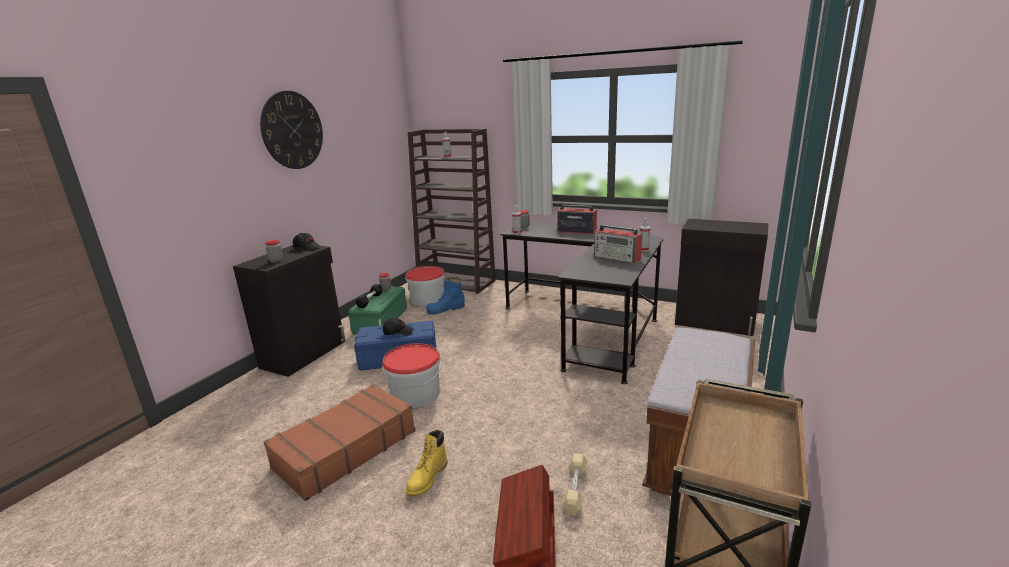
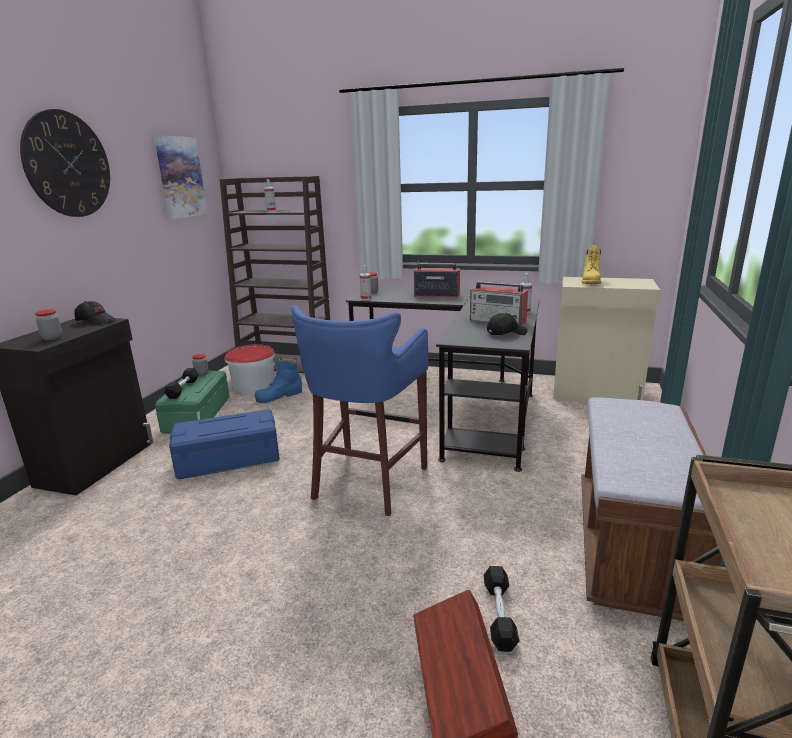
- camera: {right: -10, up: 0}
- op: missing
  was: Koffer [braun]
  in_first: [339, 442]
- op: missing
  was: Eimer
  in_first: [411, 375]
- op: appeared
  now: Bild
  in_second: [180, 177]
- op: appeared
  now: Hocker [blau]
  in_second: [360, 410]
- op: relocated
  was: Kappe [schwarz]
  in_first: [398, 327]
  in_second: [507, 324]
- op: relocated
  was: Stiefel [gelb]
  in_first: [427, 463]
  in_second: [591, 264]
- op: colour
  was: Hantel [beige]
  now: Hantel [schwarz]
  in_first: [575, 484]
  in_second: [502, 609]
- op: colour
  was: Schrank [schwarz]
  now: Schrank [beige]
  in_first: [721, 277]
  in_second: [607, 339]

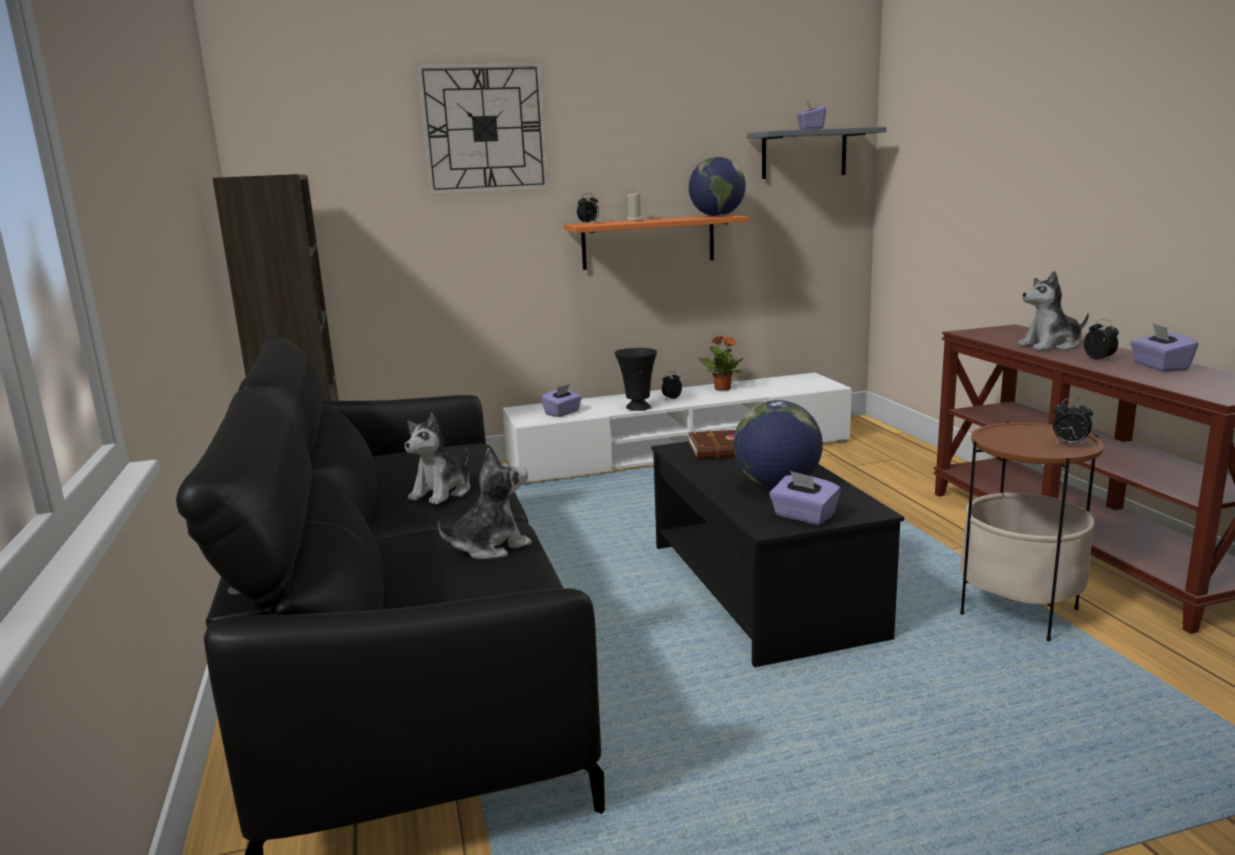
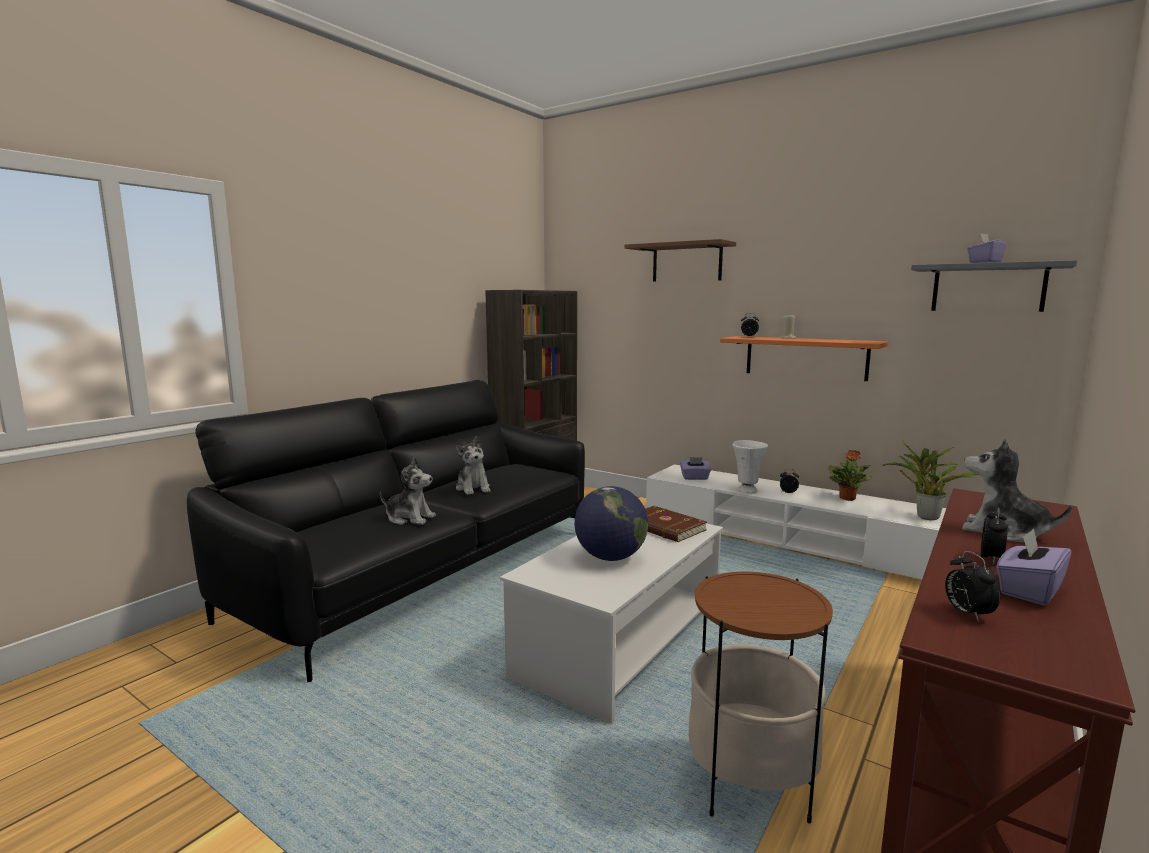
- camera: {right: 50, up: -5}
- op: missing
  was: Globus
  in_first: [717, 186]
- op: missing
  was: Taschentuchbox [lila]
  in_first: [805, 498]
- op: appeared
  now: Topfpflanze
  in_second: [930, 480]
- op: relocated
  was: Wecker
  in_first: [1073, 422]
  in_second: [972, 586]
- op: exchanged
  was: Wanduhr
  now: Wandregal [braun]
  in_first: [482, 128]
  in_second: [680, 260]
- op: colour
  was: Vase [schwarz]
  now: Vase [weiß]
  in_first: [636, 379]
  in_second: [750, 466]
- op: colour
  was: Couchtisch [schwarz]
  now: Couchtisch [weiß]
  in_first: [777, 554]
  in_second: [611, 623]
- op: spun
  was: Plüschtier
  in_first: [437, 459]
  in_second: [473, 466]
  clockwise: -105

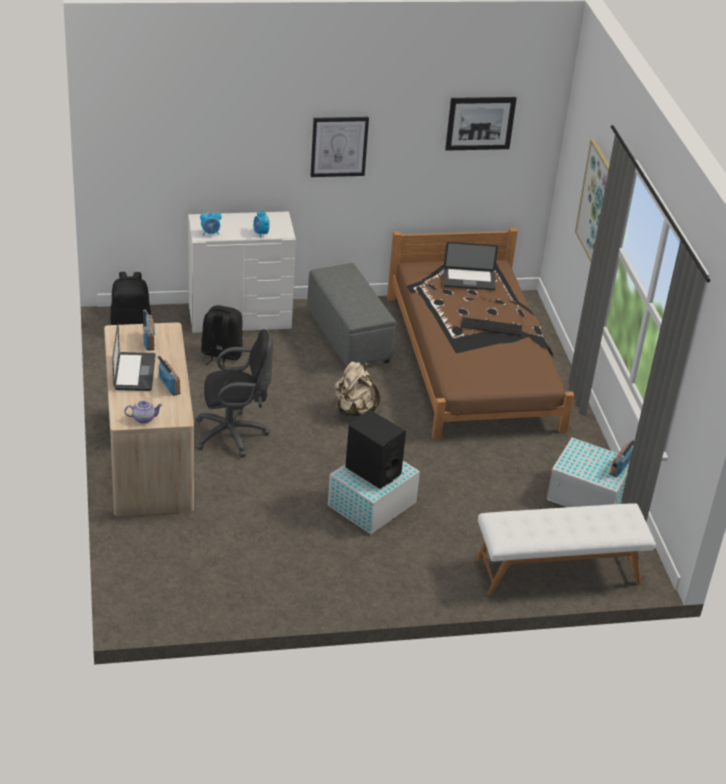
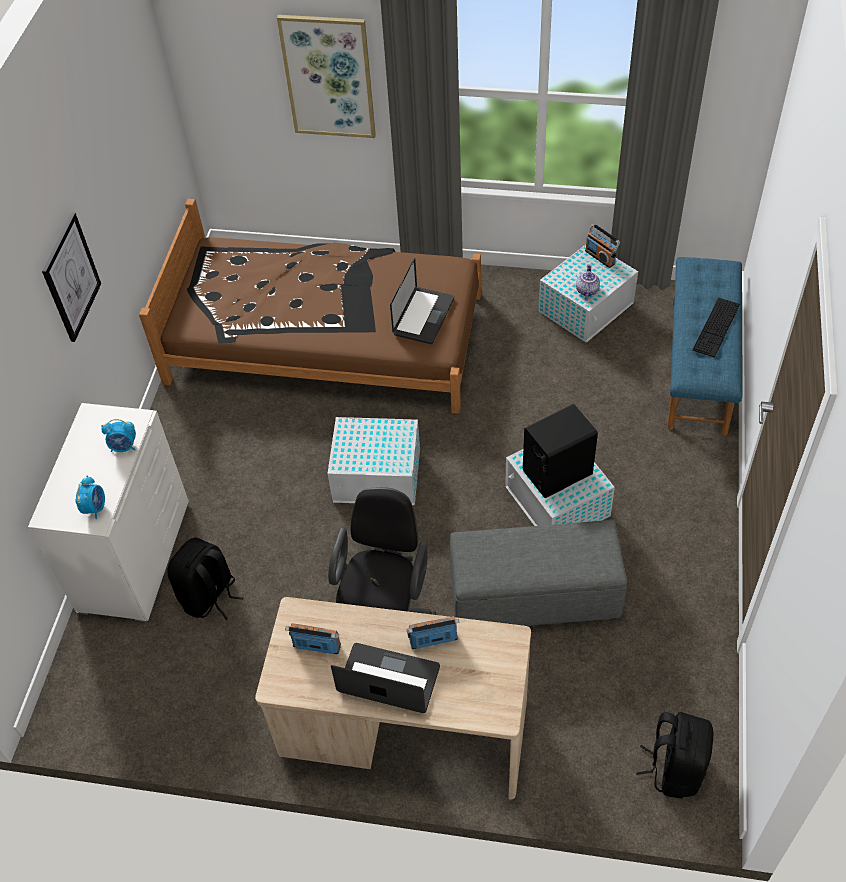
- camera: {right: -65, up: 15}
- op: missing
  was: Bild
  in_first: [481, 124]
- op: relocated
  was: Rucksack [schwarz]
  in_first: [130, 298]
  in_second: [674, 755]
- op: relocated
  was: Teekanne
  in_first: [143, 412]
  in_second: [588, 281]
- op: relocated
  was: Polsterhocker [grau]
  in_first: [351, 315]
  in_second: [538, 573]
- op: relocated
  was: Laptop
  in_first: [471, 266]
  in_second: [422, 301]
- op: relocated
  was: Tastatur
  in_first: [491, 326]
  in_second: [716, 328]
- op: exchanged
  was: Rucksack [beige]
  now: Aufbewahrungsbox [weiß]
  in_first: [357, 388]
  in_second: [373, 461]
- op: colour
  was: Bank [weiß]
  now: Bank [blau]
  in_first: [566, 549]
  in_second: [704, 346]

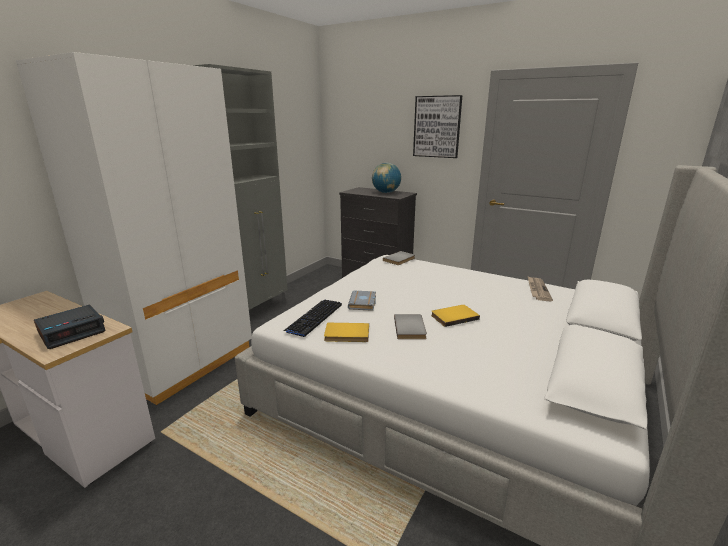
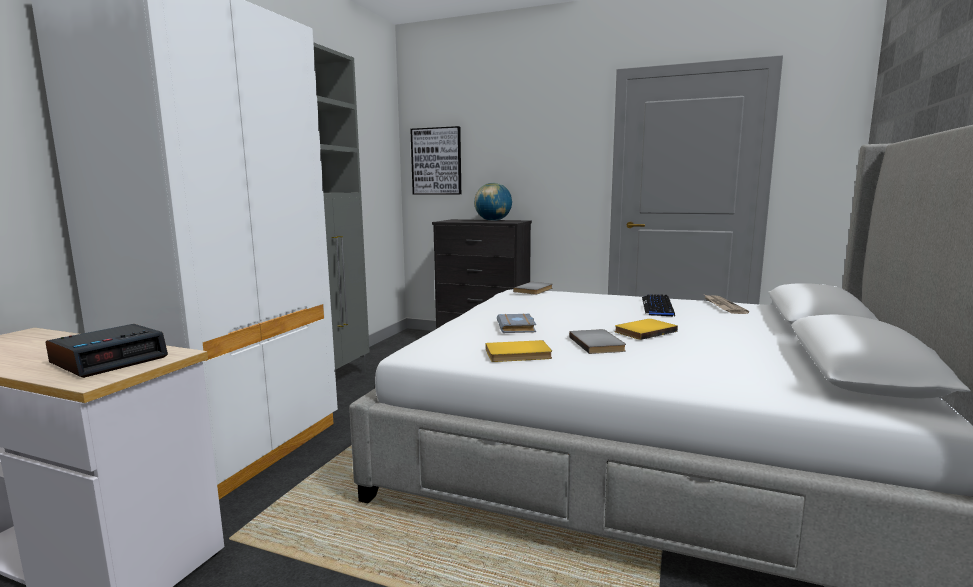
- camera: {right: -10, up: -10}
- op: relocated
  was: Tastatur
  in_first: [312, 318]
  in_second: [658, 305]
- op: relocated
  was: Bild
  in_first: [437, 126]
  in_second: [435, 160]

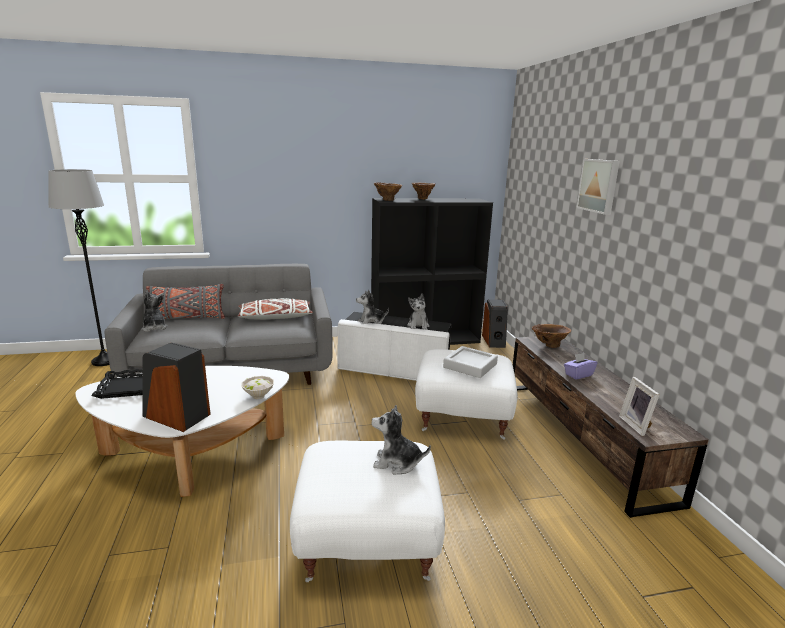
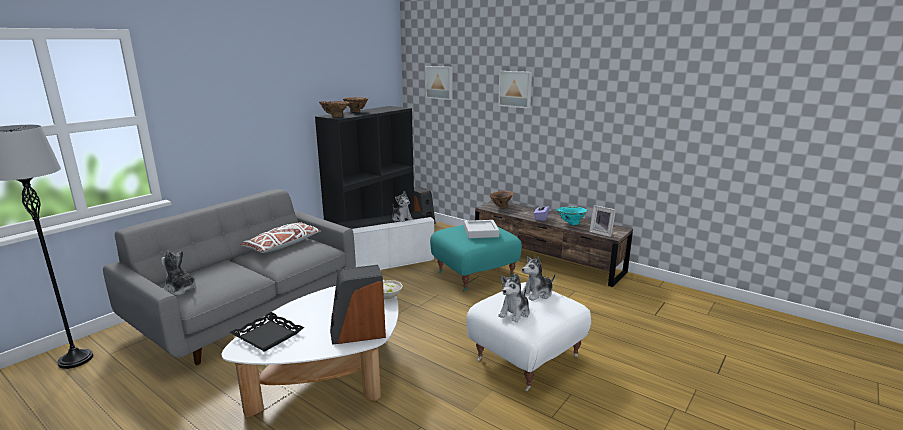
- camera: {right: -40, up: 0}
- op: missing
  was: Kissen [grau]
  in_first: [185, 301]
- op: appeared
  now: Bild
  in_second: [438, 83]
- op: appeared
  now: Vase [türkis]
  in_second: [572, 216]
- op: relocated
  was: Plüschtier
  in_first: [372, 307]
  in_second: [514, 298]
- op: colour
  was: Polsterhocker [weiß]
  now: Polsterhocker [türkis]
  in_first: [466, 394]
  in_second: [476, 258]

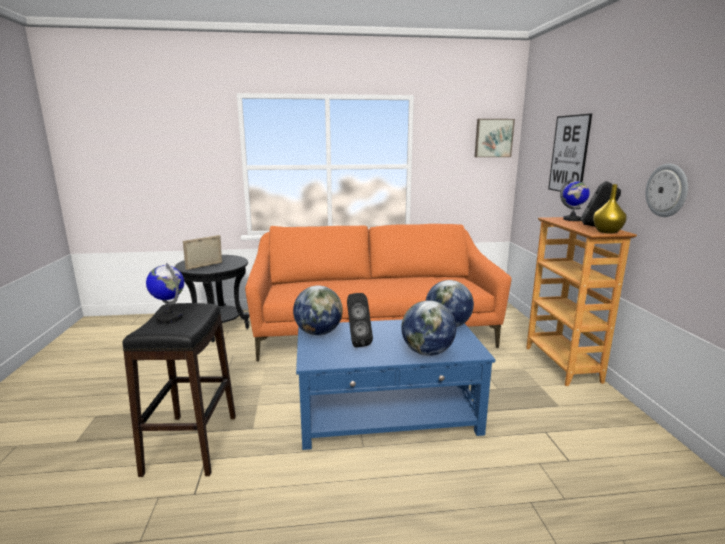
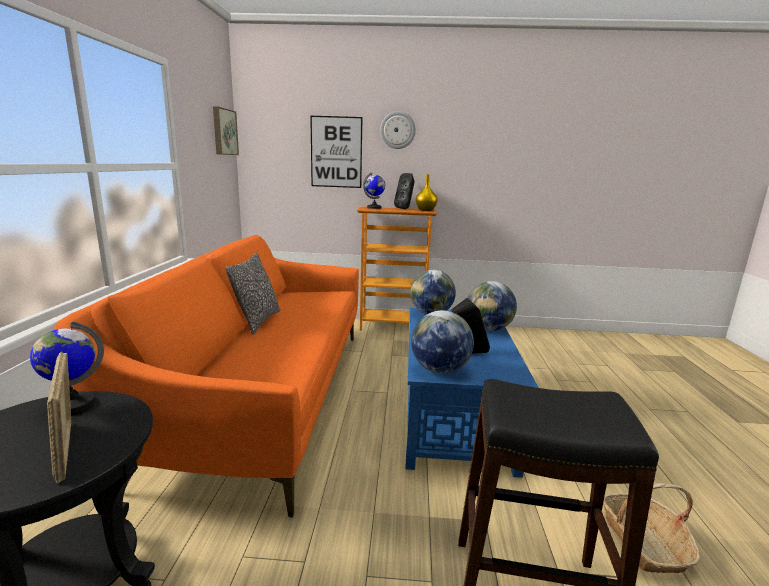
- camera: {right: -80, up: 0}
- op: appeared
  now: Kissen
  in_second: [252, 293]
- op: appeared
  now: Korb
  in_second: [651, 528]
- op: relocated
  was: Globus
  in_first: [165, 293]
  in_second: [67, 368]
- op: relocated
  was: Wanduhr
  in_first: [666, 190]
  in_second: [398, 130]

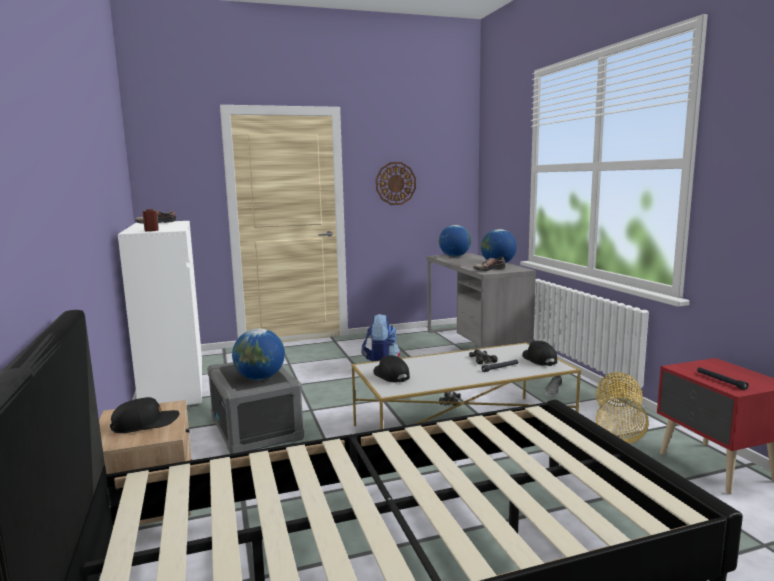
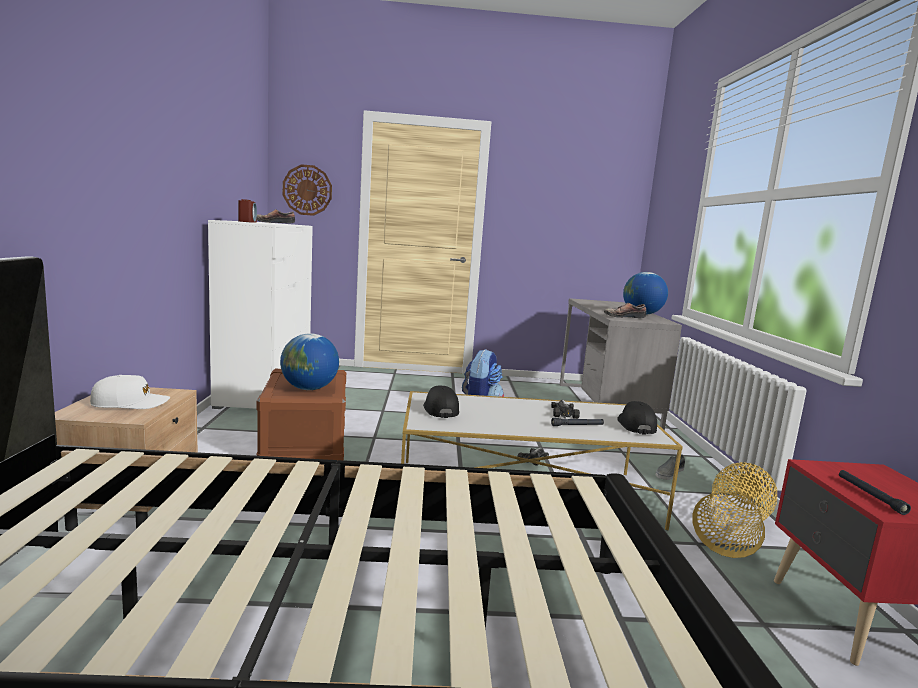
- camera: {right: 15, up: 0}
- op: missing
  was: Globus
  in_first: [455, 241]
- op: relocated
  was: Wanduhr
  in_first: [396, 183]
  in_second: [307, 190]
- op: colour
  was: Kappe [schwarz]
  now: Kappe [weiß]
  in_first: [145, 415]
  in_second: [130, 392]
- op: colour
  was: Aufbewahrungsbox [grau]
  now: Aufbewahrungsbox [braun]
  in_first: [255, 408]
  in_second: [301, 415]

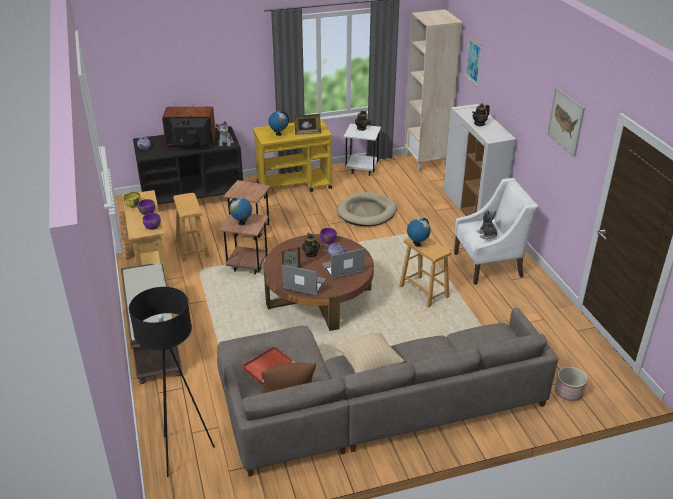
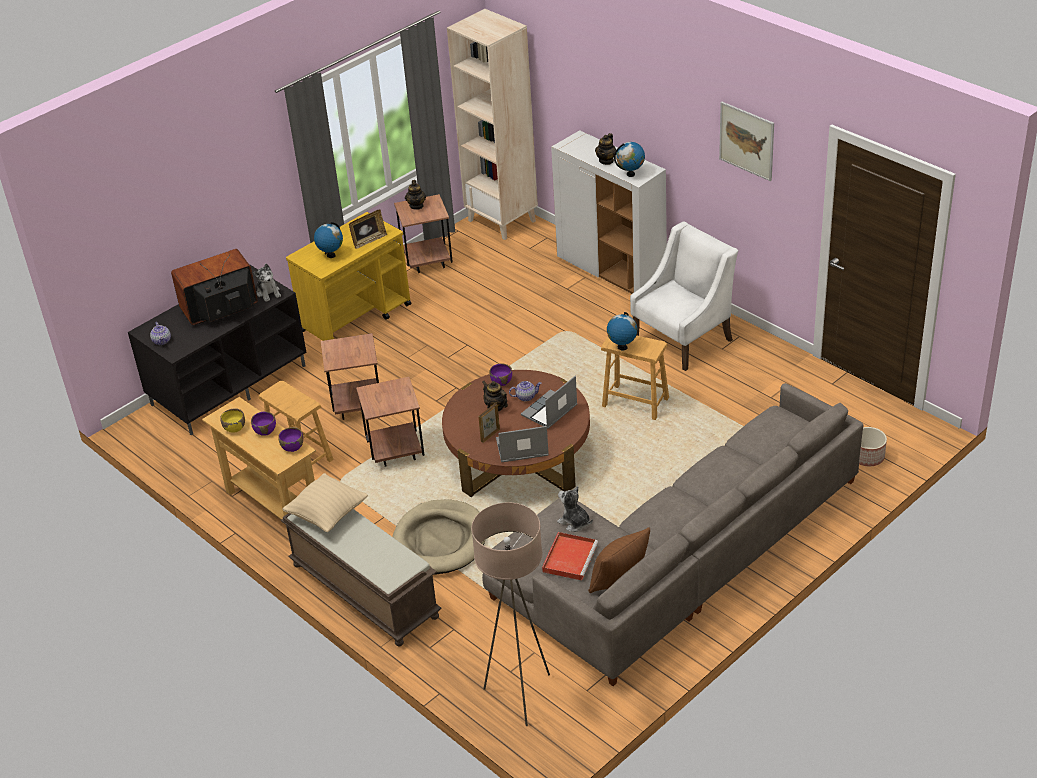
- camera: {right: -25, up: 5}
- op: missing
  was: Bild
  in_first: [473, 61]
- op: relocated
  was: Globus
  in_first: [240, 211]
  in_second: [629, 159]
- op: relocated
  was: Kissen [beige]
  in_first: [369, 352]
  in_second: [325, 502]
- op: relocated
  was: Hundebett [beige]
  in_first: [367, 209]
  in_second: [438, 537]
- op: relocated
  was: Plüschtier
  in_first: [487, 225]
  in_second: [575, 509]
- op: colour
  was: Stehlampe [schwarz]
  now: Stehlampe [beige]
  in_first: [172, 382]
  in_second: [510, 614]
- op: colour
  was: Beistelltisch [weiß]
  now: Beistelltisch [braun]
  in_first: [362, 150]
  in_second: [423, 233]

